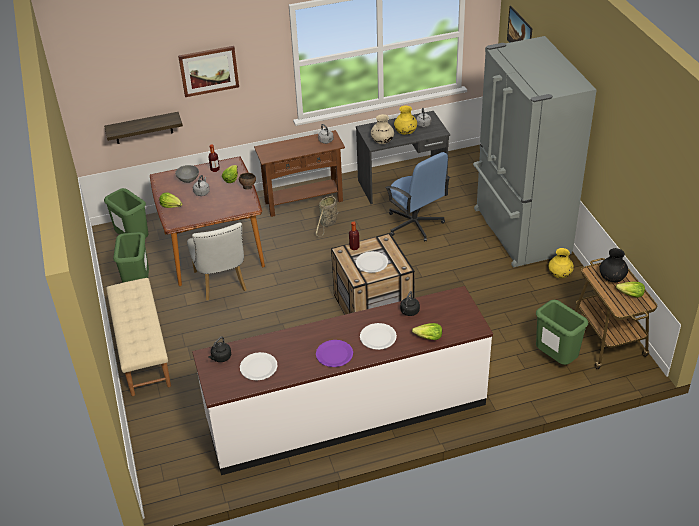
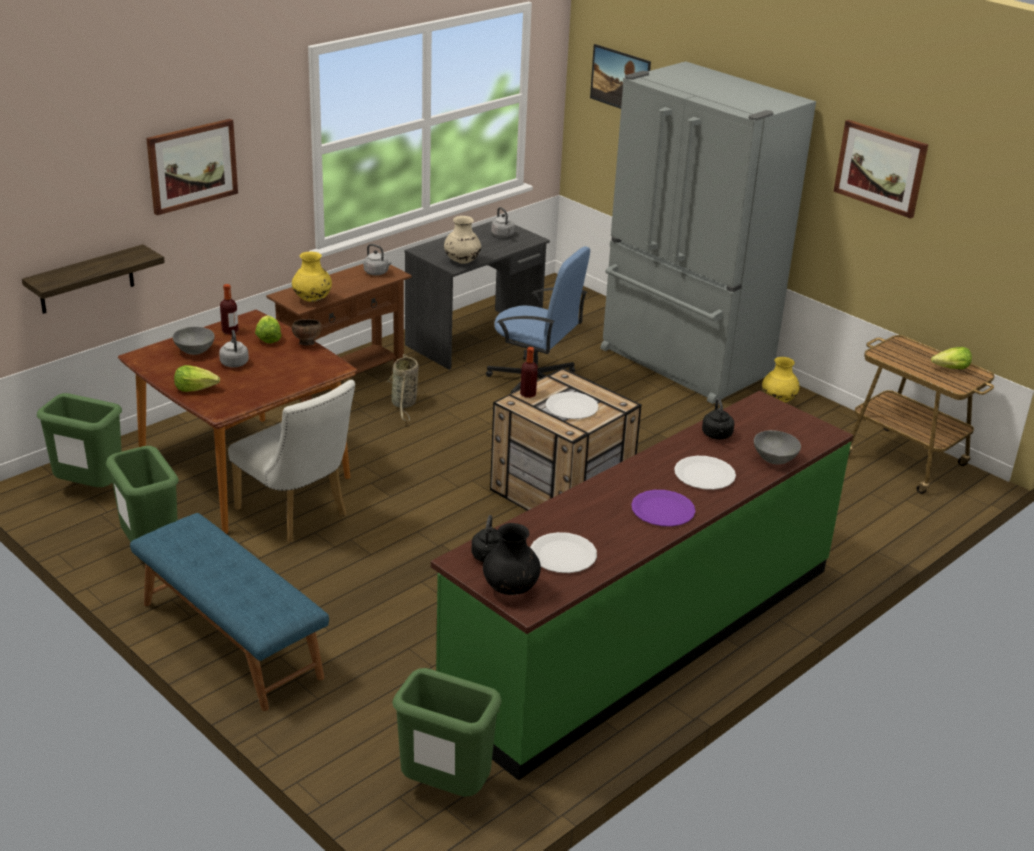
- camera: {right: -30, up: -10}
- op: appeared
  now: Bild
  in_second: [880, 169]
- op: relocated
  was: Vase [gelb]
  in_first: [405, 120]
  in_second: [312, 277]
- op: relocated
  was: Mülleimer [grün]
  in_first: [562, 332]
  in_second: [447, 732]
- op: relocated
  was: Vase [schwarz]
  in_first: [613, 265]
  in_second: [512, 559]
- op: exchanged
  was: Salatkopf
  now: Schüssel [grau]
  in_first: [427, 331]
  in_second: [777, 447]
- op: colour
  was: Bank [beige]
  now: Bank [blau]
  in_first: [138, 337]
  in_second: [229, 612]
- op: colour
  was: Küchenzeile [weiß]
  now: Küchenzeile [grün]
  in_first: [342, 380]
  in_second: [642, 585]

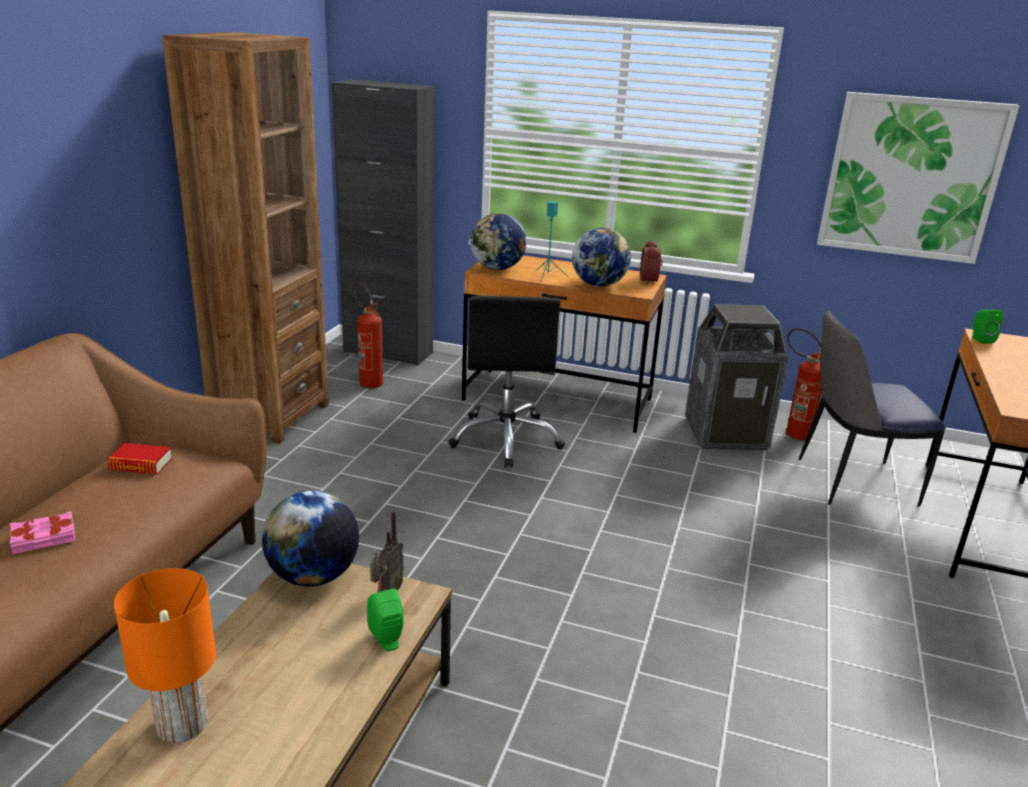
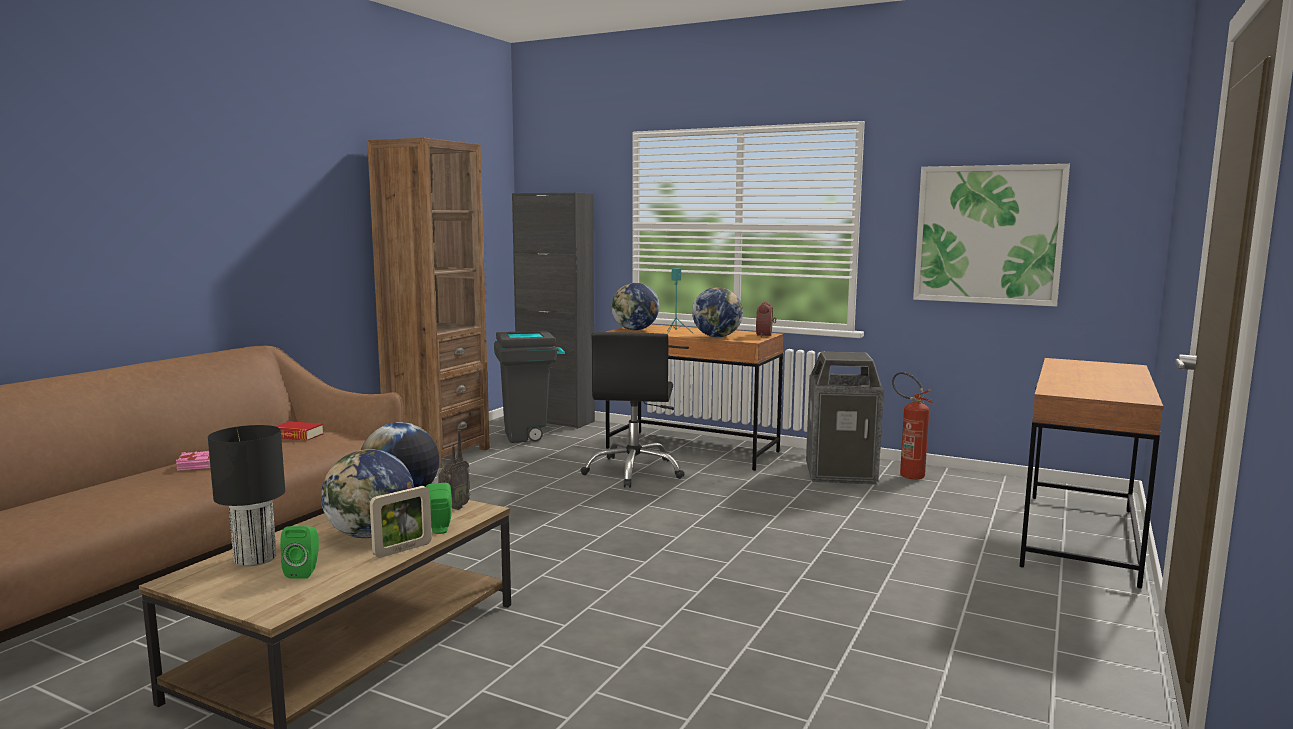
- camera: {right: 10, up: -15}
- op: missing
  was: Stuhl
  in_first: [872, 409]
- op: appeared
  now: Globus
  in_second: [367, 493]
- op: appeared
  now: Bilderrahmen
  in_second: [401, 522]
- op: relocated
  was: Lautsprecher [grün]
  in_first: [987, 326]
  in_second: [299, 552]
- op: exchanged
  was: Feuerlöscher
  now: Mülleimer [grau]
  in_first: [368, 335]
  in_second: [529, 387]
- op: colour
  was: Tischlampe [orange]
  now: Tischlampe [schwarz]
  in_first: [165, 655]
  in_second: [246, 495]

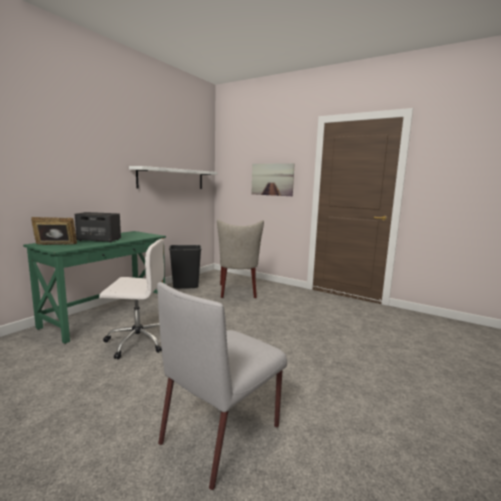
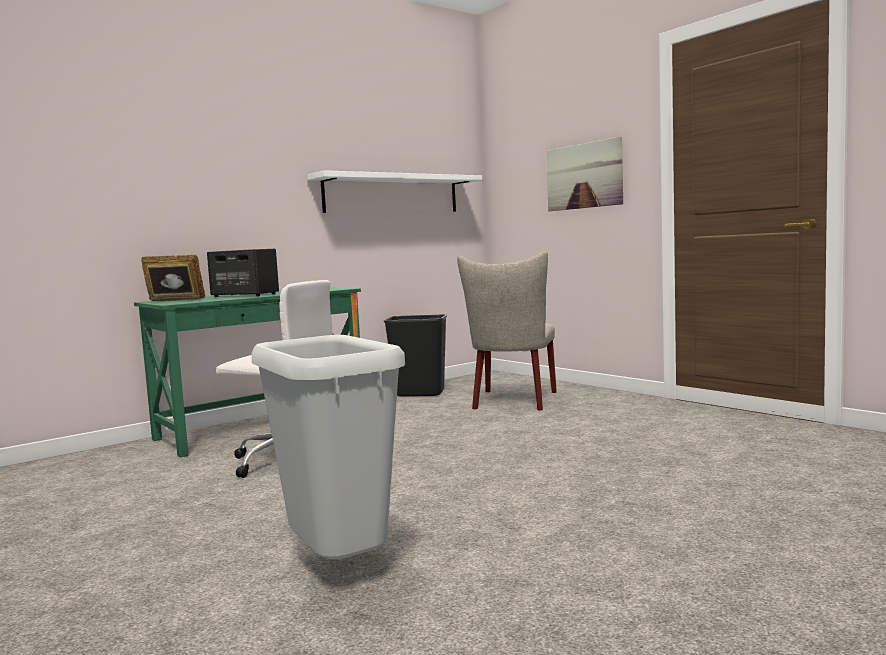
- camera: {right: 20, up: -5}
- op: exchanged
  was: Stuhl [grau]
  now: Mülleimer [grau]
  in_first: [222, 386]
  in_second: [328, 447]

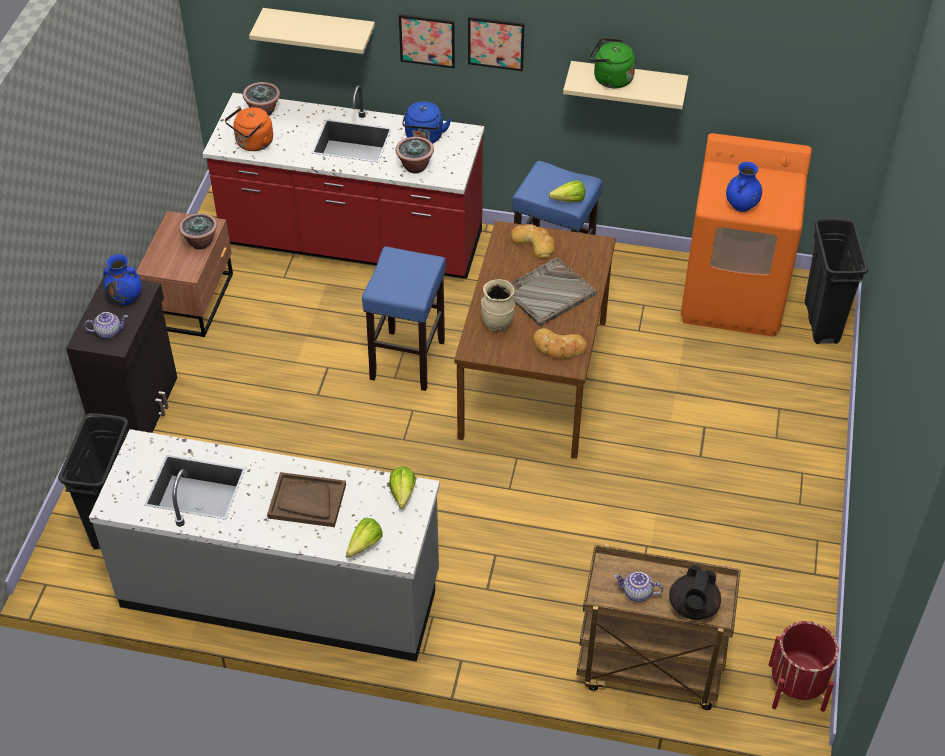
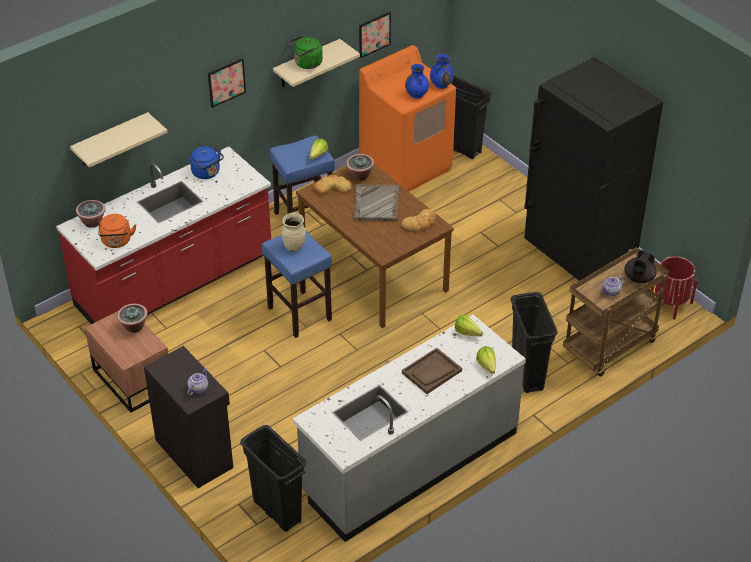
- camera: {right: -50, up: -5}
- op: appeared
  now: Mülleimer [schwarz]
  in_second: [534, 342]
- op: appeared
  now: Kühlschrank [schwarz]
  in_second: [593, 169]
- op: relocated
  was: Vase [blau]
  in_first: [122, 279]
  in_second: [442, 71]
- op: relocated
  was: Topfpflanze
  in_first: [414, 155]
  in_second: [360, 167]
- op: relocated
  was: Bild
  in_first: [427, 41]
  in_second: [375, 35]
- op: relocated
  was: Vase [beige]
  in_first: [498, 305]
  in_second: [293, 232]
- op: spun
  was: Teekanne [schwarz]
  in_first: [695, 592]
  in_second: [640, 266]
  clockwise: 60

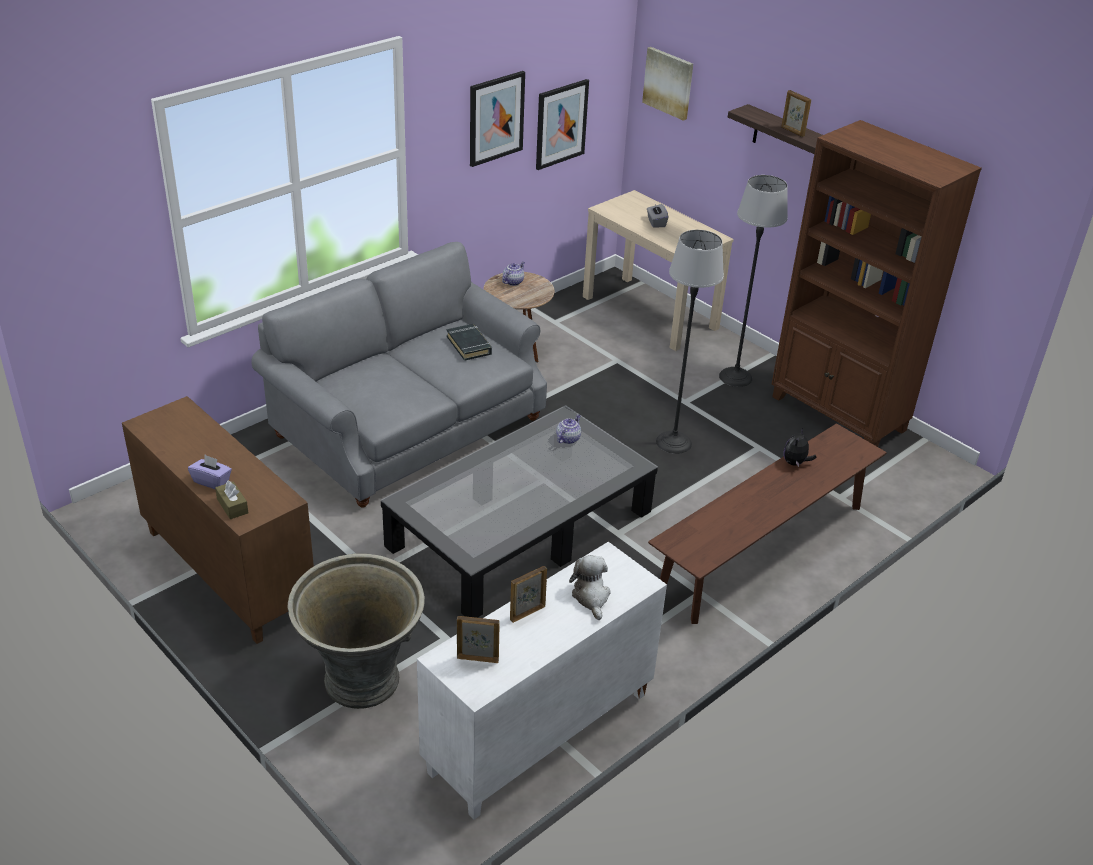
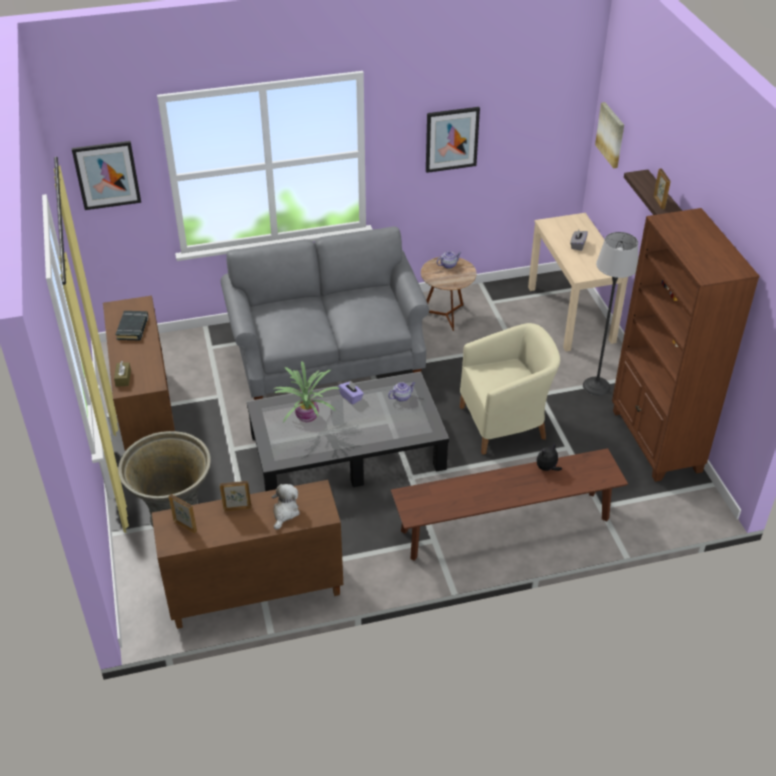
- camera: {right: 30, up: 5}
- op: appeared
  now: Topfpflanze
  in_second: [307, 392]
- op: relocated
  was: Taschentuchbox [lila]
  in_first: [210, 472]
  in_second: [351, 392]
- op: relocated
  was: Buch [schwarz]
  in_first: [469, 342]
  in_second: [132, 326]
- op: relocated
  was: Bild
  in_first: [562, 124]
  in_second: [106, 175]
- op: exchanged
  was: Stehlampe
  now: Sessel [beige]
  in_first: [690, 342]
  in_second: [510, 389]
- op: colour
  was: Schrank [weiß]
  now: Schrank [braun]
  in_first: [542, 681]
  in_second: [247, 554]

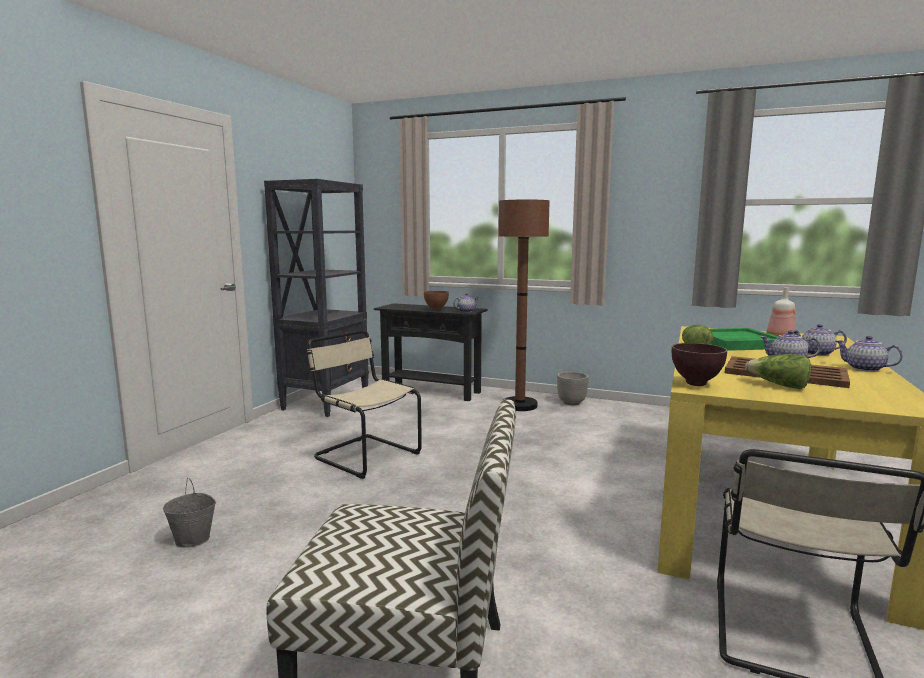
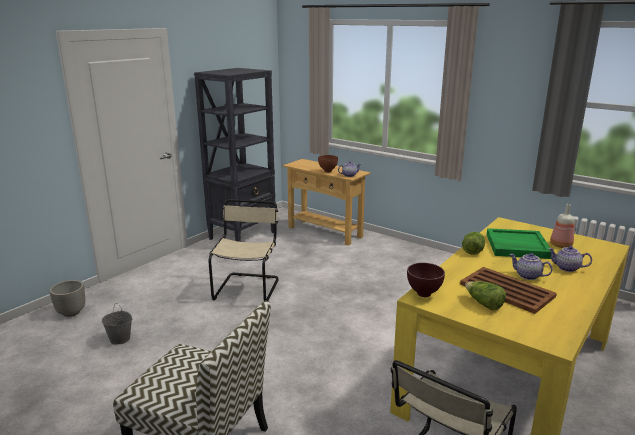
- camera: {right: 15, up: 10}
- op: missing
  was: Stehlampe [braun]
  in_first: [524, 305]
- op: missing
  was: Teekanne
  in_first: [869, 354]
- op: relocated
  was: Pflanzkübel
  in_first: [573, 388]
  in_second: [67, 298]
- op: colour
  was: Konsolentisch [schwarz]
  now: Konsolentisch [beige]
  in_first: [431, 352]
  in_second: [326, 202]
- op: spun
  was: Stuhl [beige]
  in_first: [364, 404]
  in_second: [243, 250]
  clockwise: 45

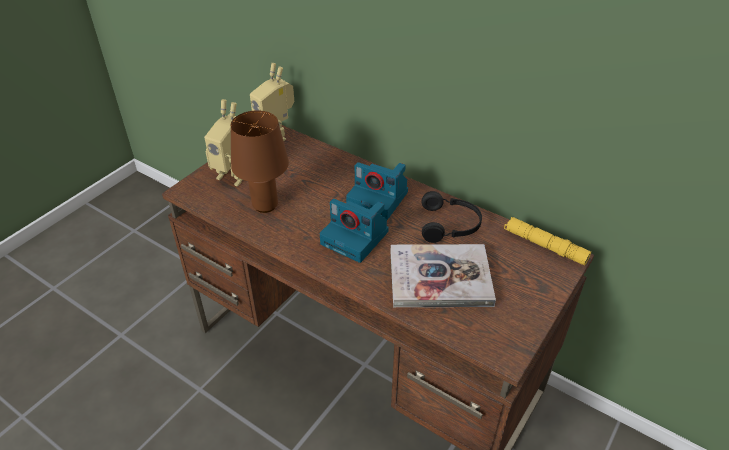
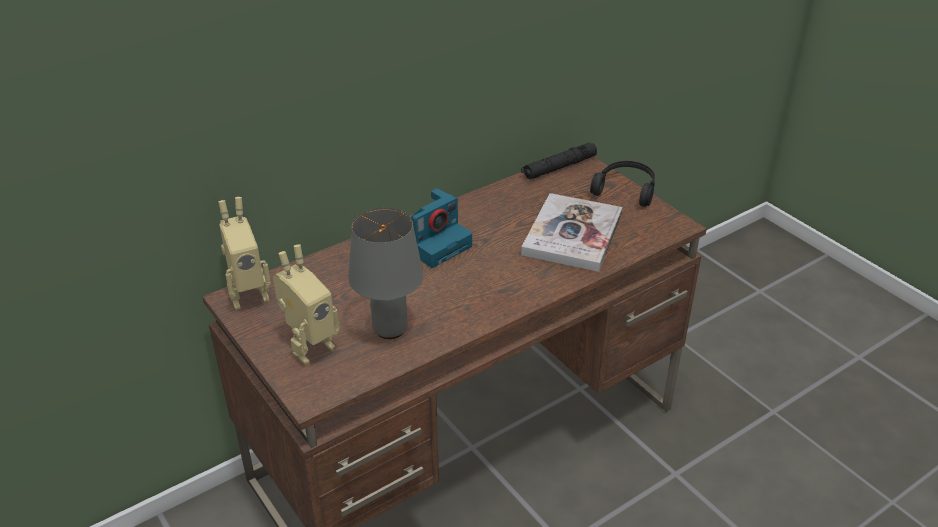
- camera: {right: -70, up: -5}
- op: missing
  was: Kamera
  in_first: [354, 231]
- op: relocated
  was: Kopfhörer [schwarz]
  in_first: [452, 217]
  in_second: [622, 184]
- op: colour
  was: Tischlampe [braun]
  now: Tischlampe [grau]
  in_first: [260, 161]
  in_second: [385, 273]
- op: colour
  was: Taschenlampe [gelb]
  now: Taschenlampe [schwarz]
  in_first: [547, 241]
  in_second: [559, 161]

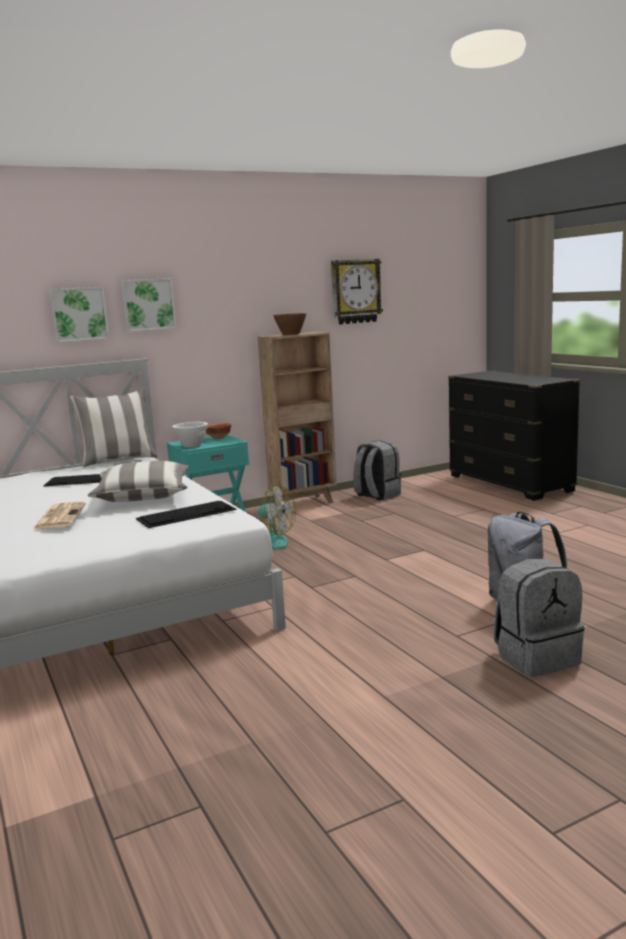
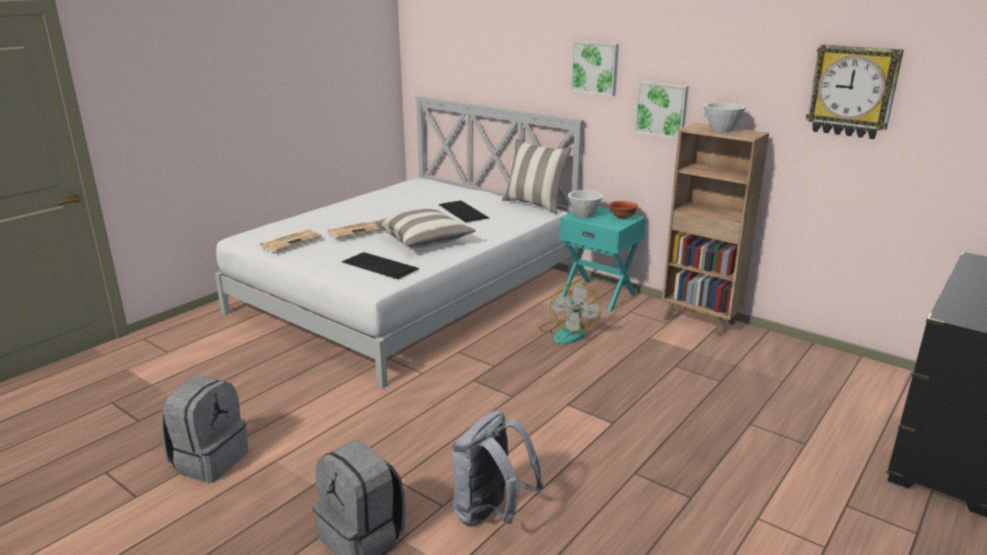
- camera: {right: 65, up: 10}
- op: appeared
  now: Zeitung
  in_second: [290, 240]
- op: relocated
  was: Bild
  in_first: [79, 315]
  in_second: [661, 110]
- op: relocated
  was: Rucksack [grau]
  in_first: [377, 470]
  in_second: [204, 429]
- op: colour
  was: Schüssel [braun]
  now: Schüssel [weiß]
  in_first: [290, 324]
  in_second: [725, 117]

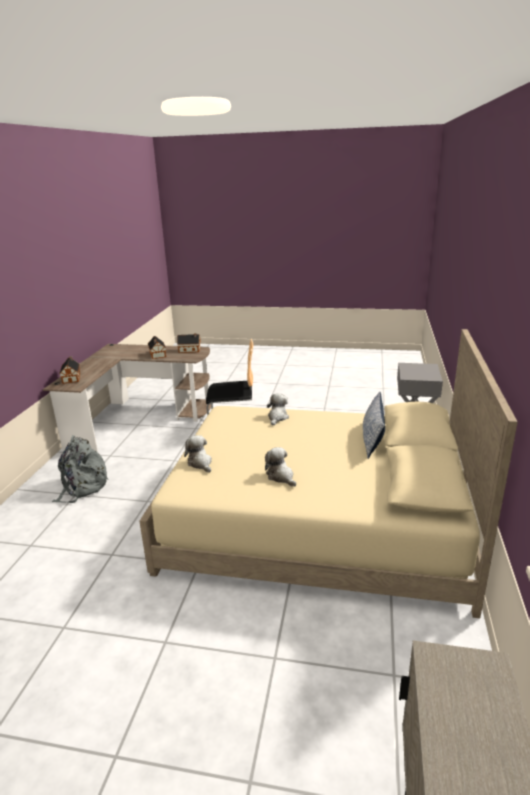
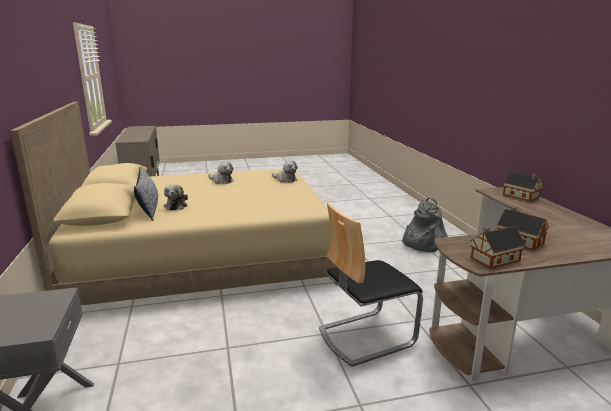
- camera: {right: 155, up: -5}
- op: relocated
  was: Plüschtier
  in_first: [278, 409]
  in_second: [176, 197]

